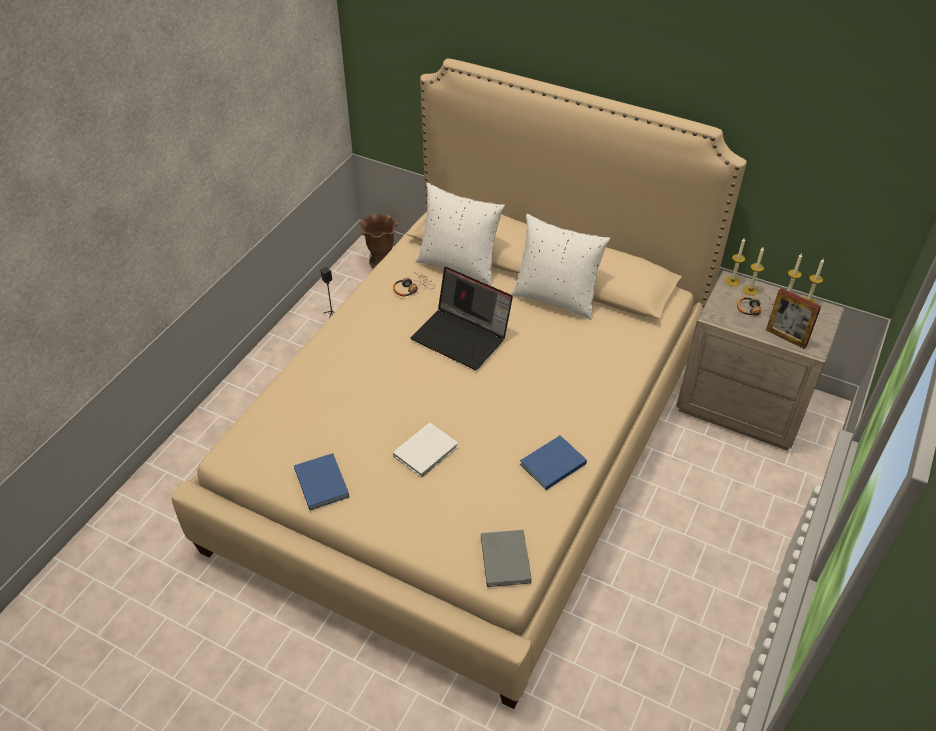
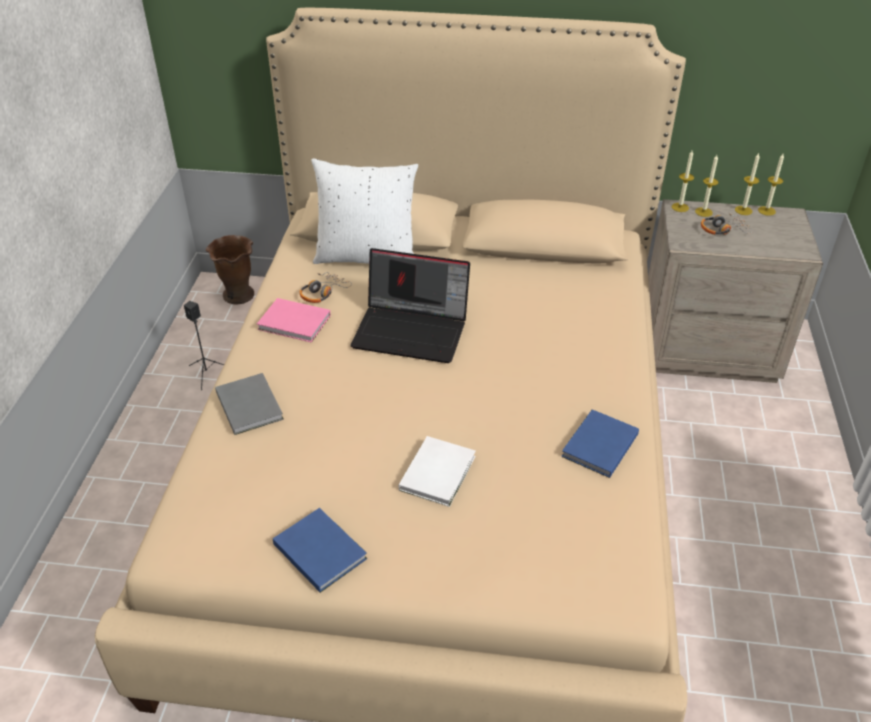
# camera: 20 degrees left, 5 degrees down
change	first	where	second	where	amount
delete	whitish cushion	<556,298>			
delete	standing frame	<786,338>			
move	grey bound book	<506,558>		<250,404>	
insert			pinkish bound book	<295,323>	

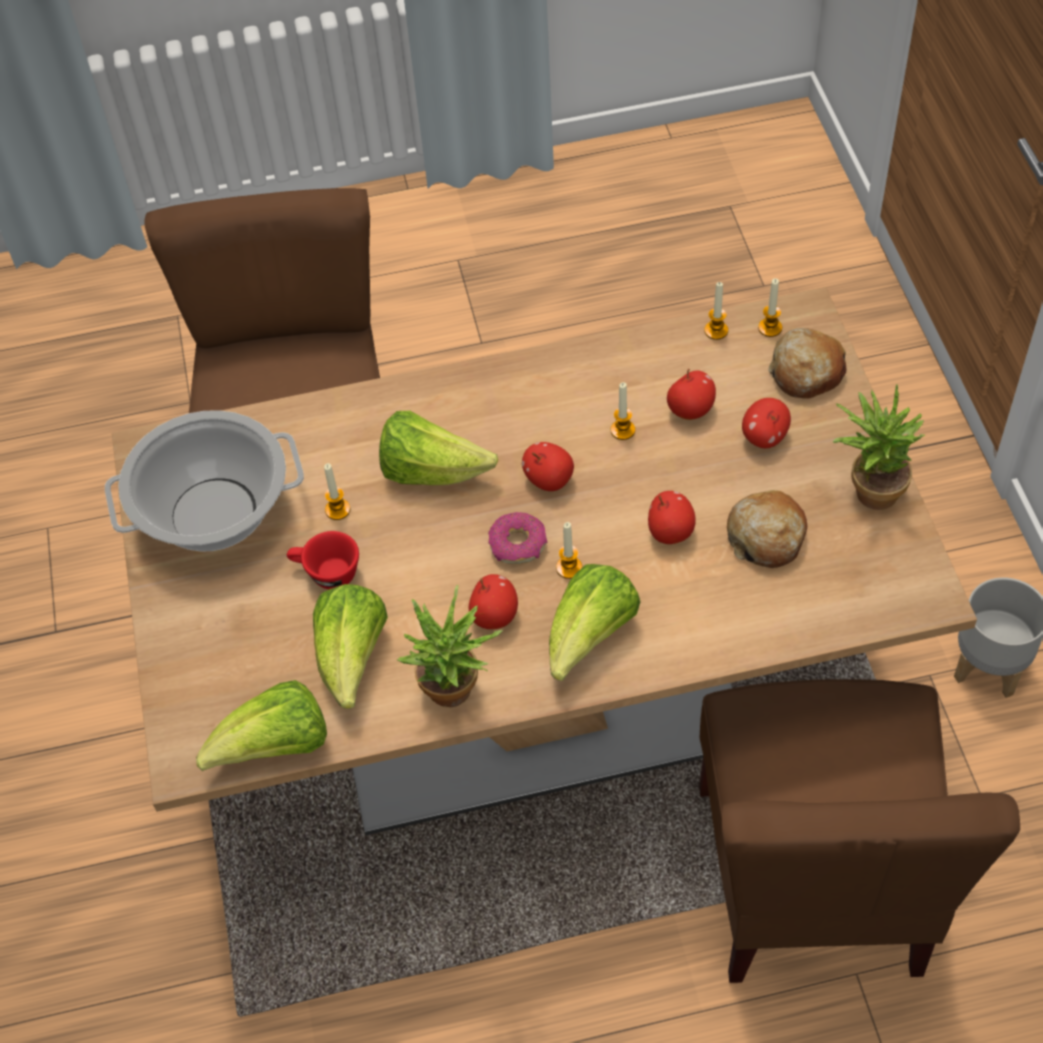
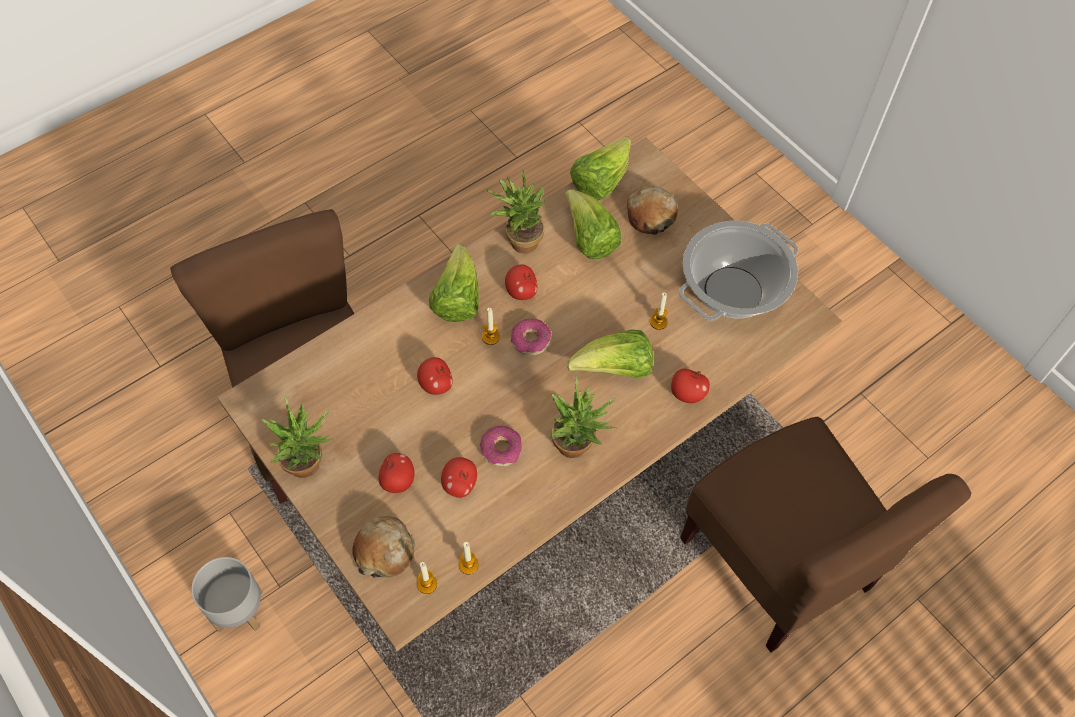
# camera: 150 degrees right, 5 degrees up
change	first	where	second	where	amount
replace	candle	<622,430>	donut	<501,449>	
move	apple fruit	<549,480>		<687,394>	
move	bread	<766,537>		<650,215>	
delete	reddish cup	<326,574>			
insert			plant in a pot	<578,447>	

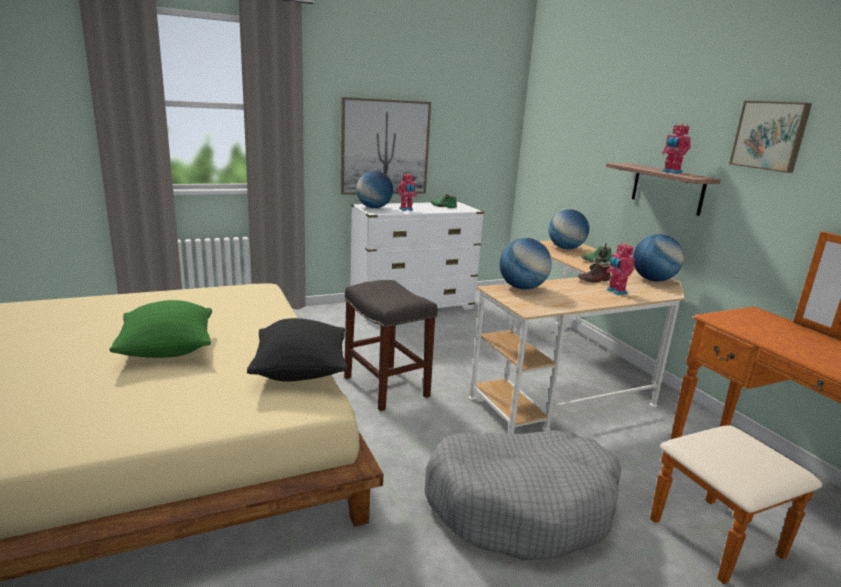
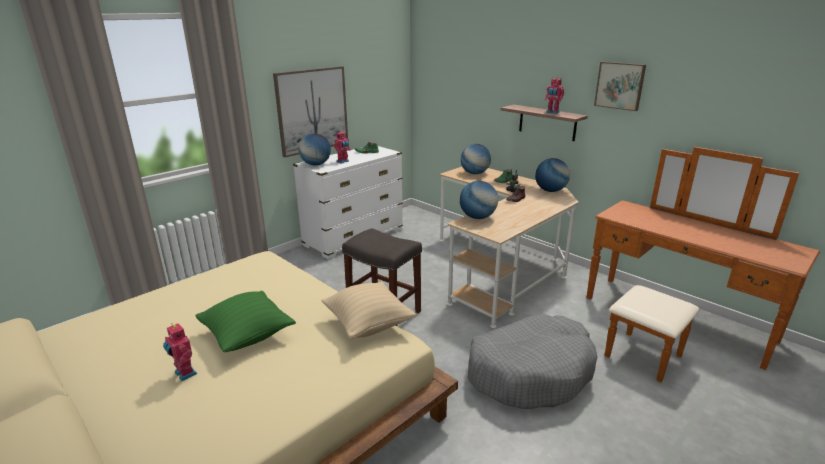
# camera: 20 degrees left, 5 degrees up
change	first	where	second	where	amount
move	toy robot	<615,292>		<184,374>	
recolor	black cushion	<300,372>	beige-coloured cushion	<368,325>	

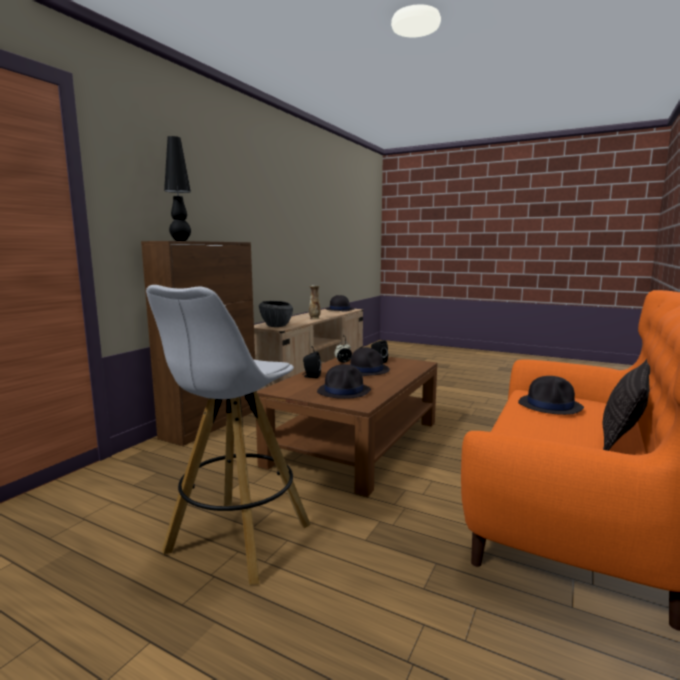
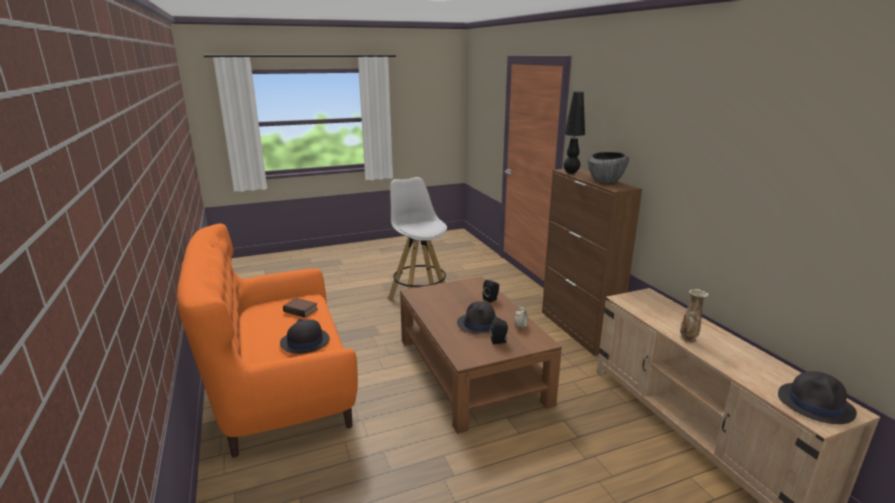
# camera: 130 degrees right, 10 degrees up
change	first	where	second	where	amount
move	serving bowl	<276,326>		<605,182>	
delete	cushion	<622,433>			
delete	black hat	<344,391>			
insert			bound book	<301,310>	

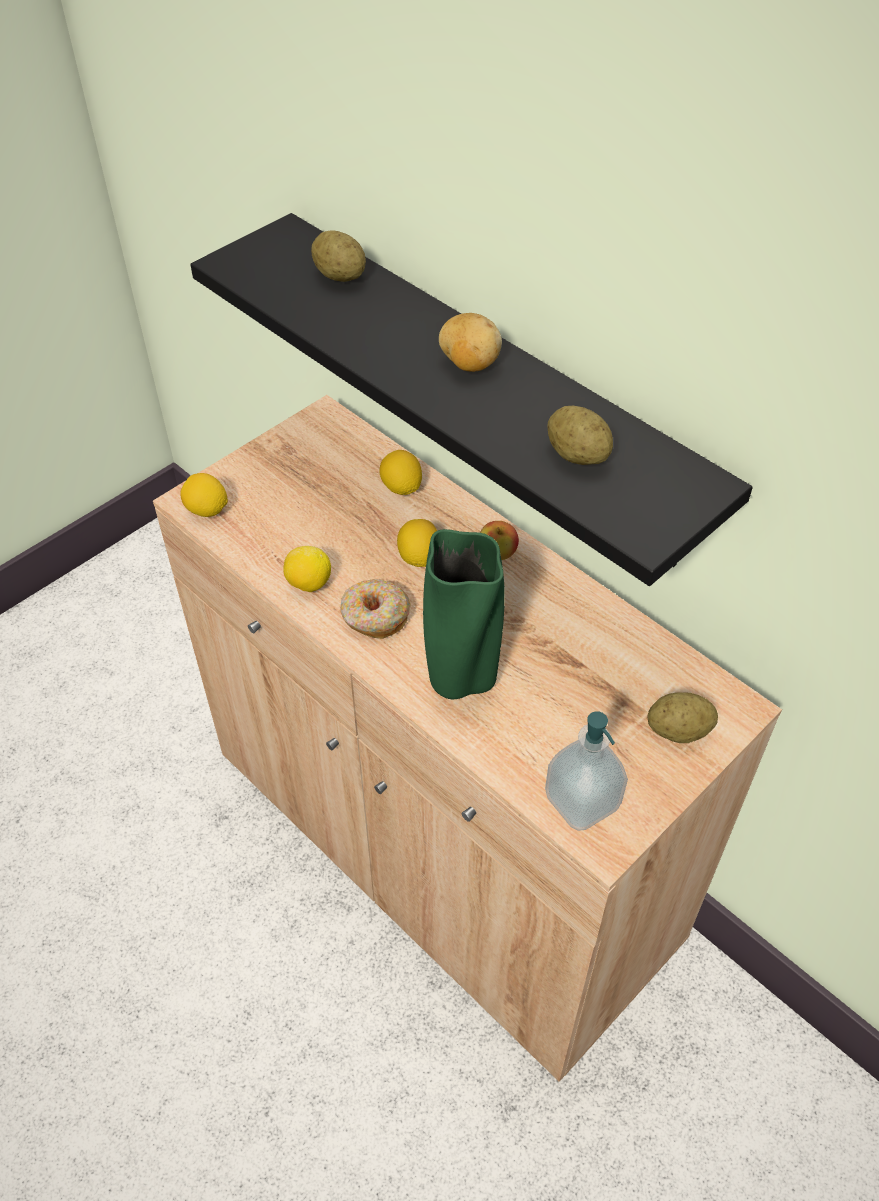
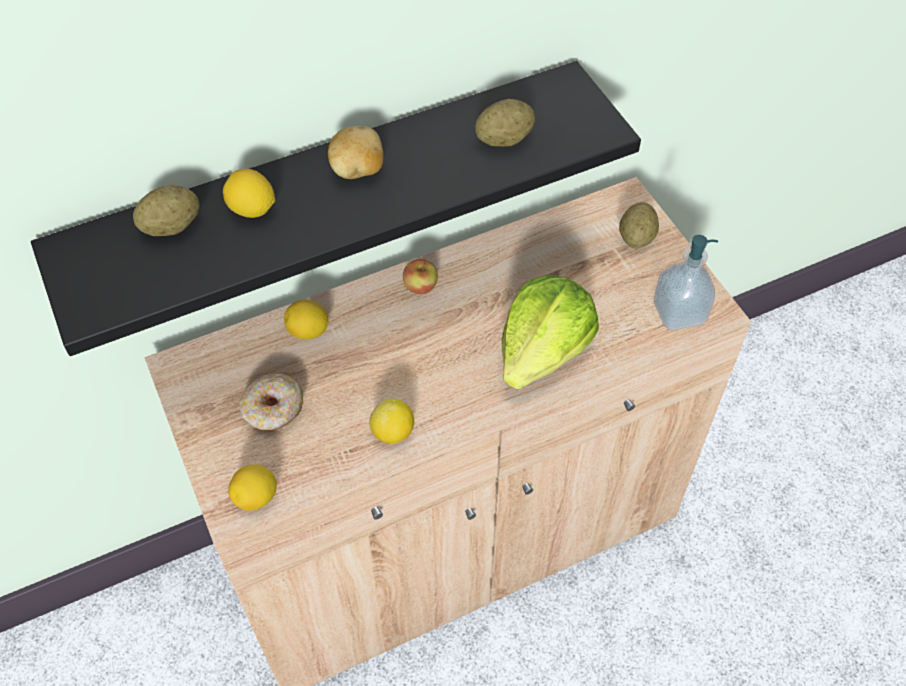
# camera: 70 degrees left, 5 degrees up
change	first	where	second	where	amount
move	whole lemon	<419,557>		<252,210>	
replace	green decorative vase	<461,680>	lettuce	<543,351>	
move	donut	<374,616>		<273,409>	

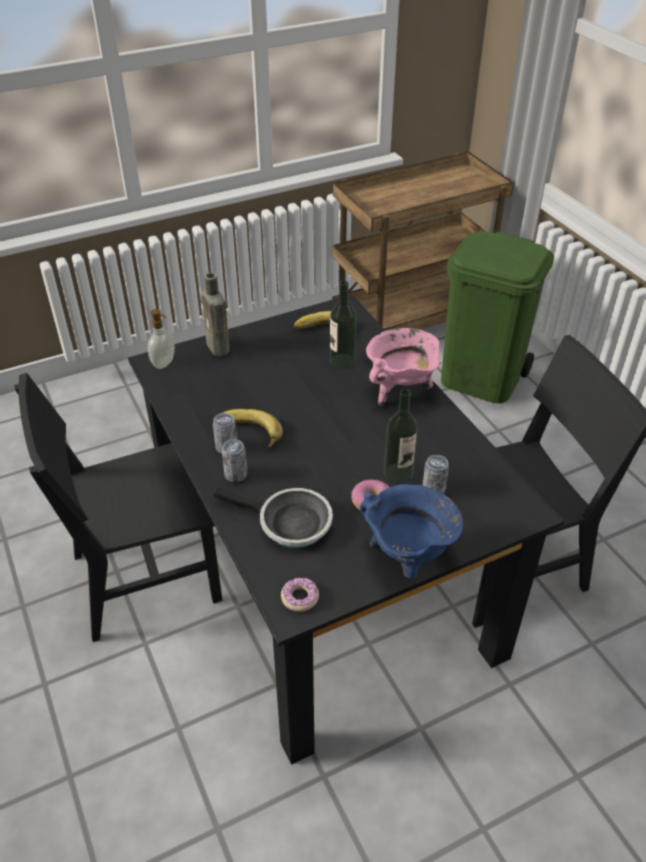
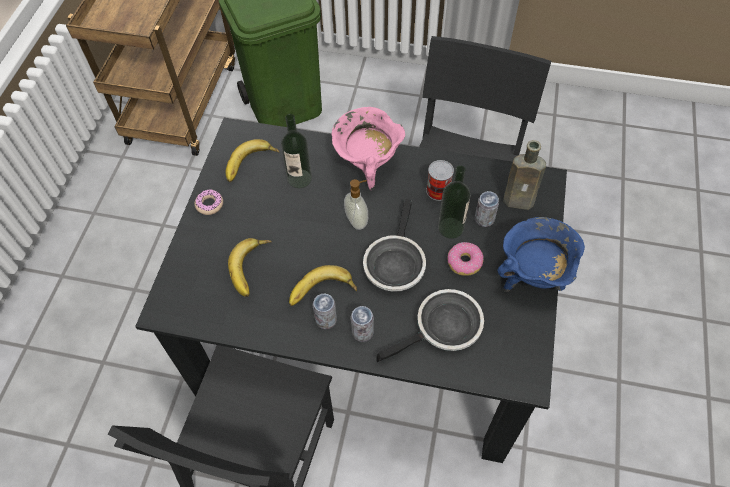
# camera: 50 degrees left, 15 degrees up
change	first	where	second	where	amount
move	brownish bottle	<219,349>		<520,201>	
move	soap bottle	<164,363>		<357,221>	
move	donut	<300,597>		<209,204>	
insert			sealed can	<438,190>	
insert			skillet	<394,263>	
insert			banana	<253,269>	

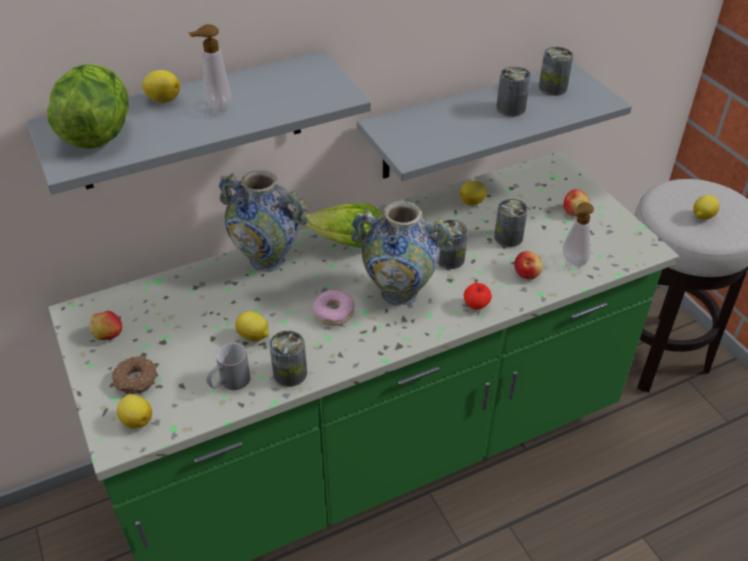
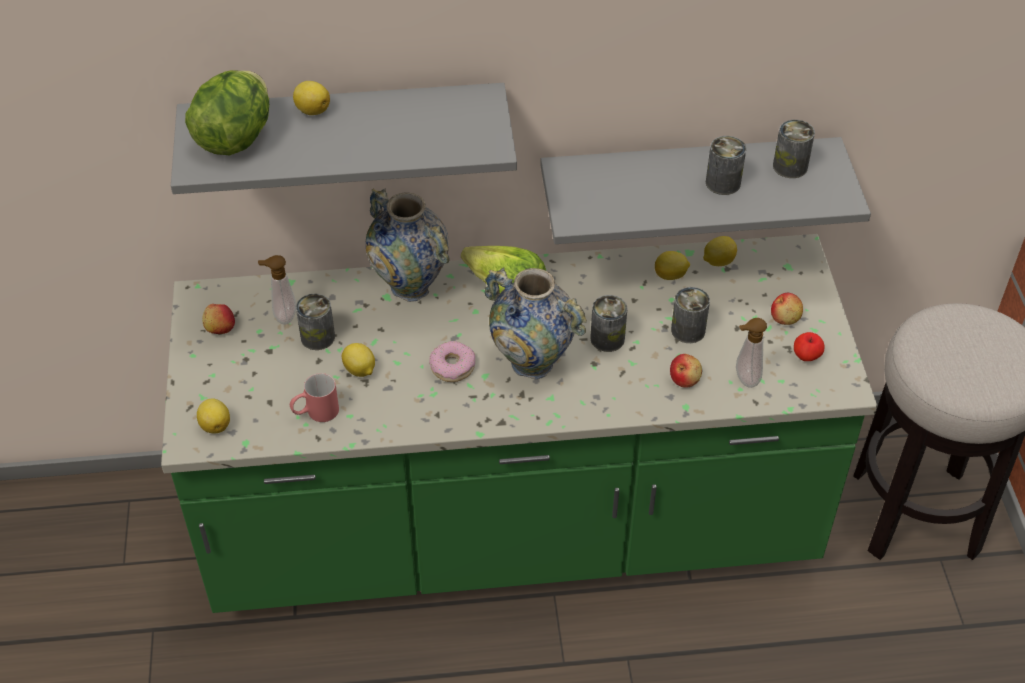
# camera: 20 degrees right, 5 degrees up
change	first	where	second	where	amount
move	soap bottle	<216,108>		<283,316>	
move	whole lemon	<702,216>		<718,261>	
move	apple fruit	<476,305>		<806,356>	
move	sealed can	<290,373>		<318,337>	
recolor	grey tea mug	<229,383>	reddish tea mug	<315,413>	
delete	donut	<136,381>			

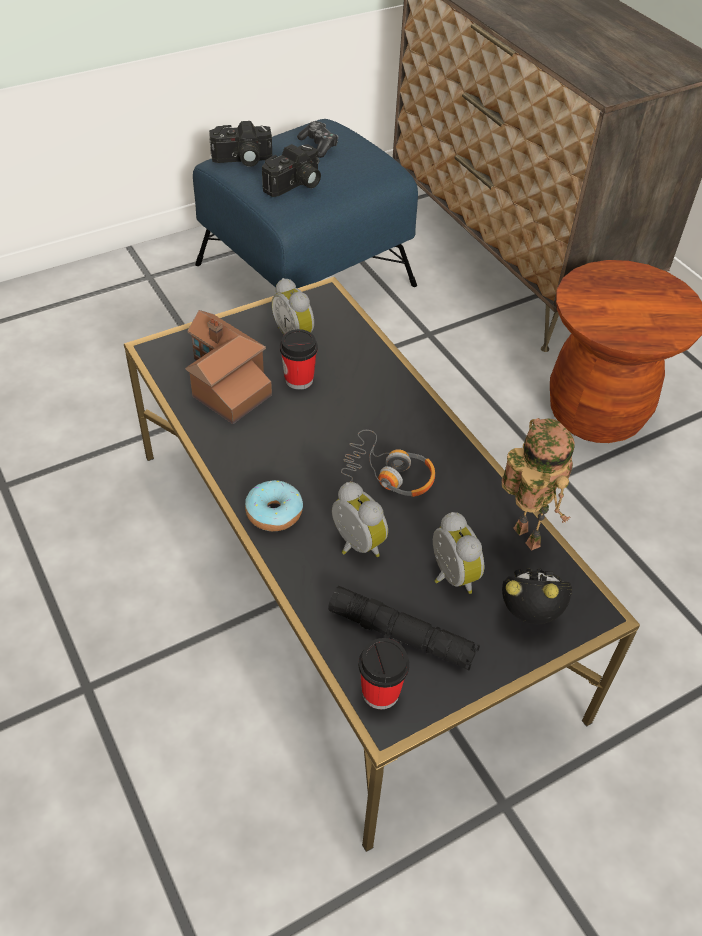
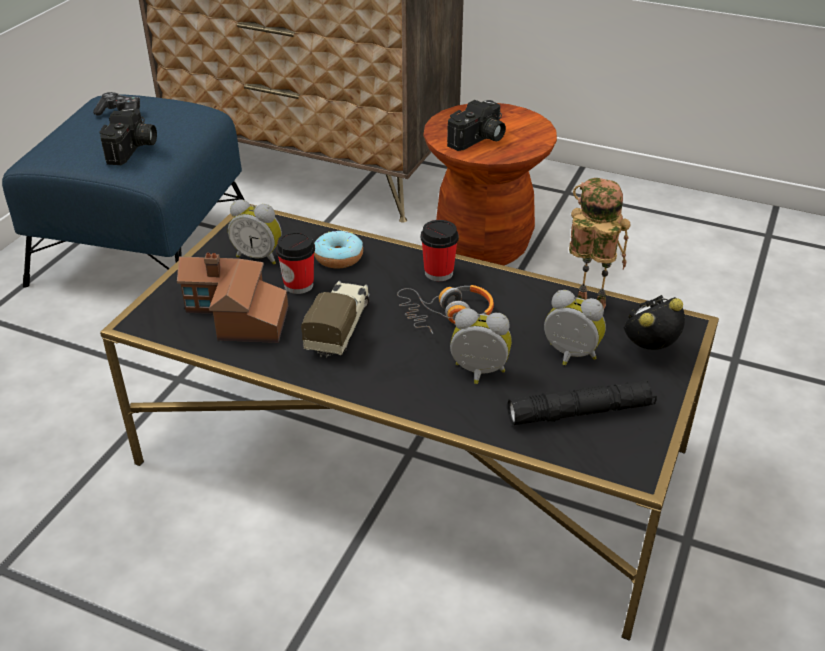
# camera: 35 degrees left, 10 degrees down
change	first	where	second	where	amount
move	still camera	<242,160>		<478,140>	
move	donut	<274,513>		<338,257>	
move	cup	<380,692>		<438,273>	
insert			toy truck	<339,327>	

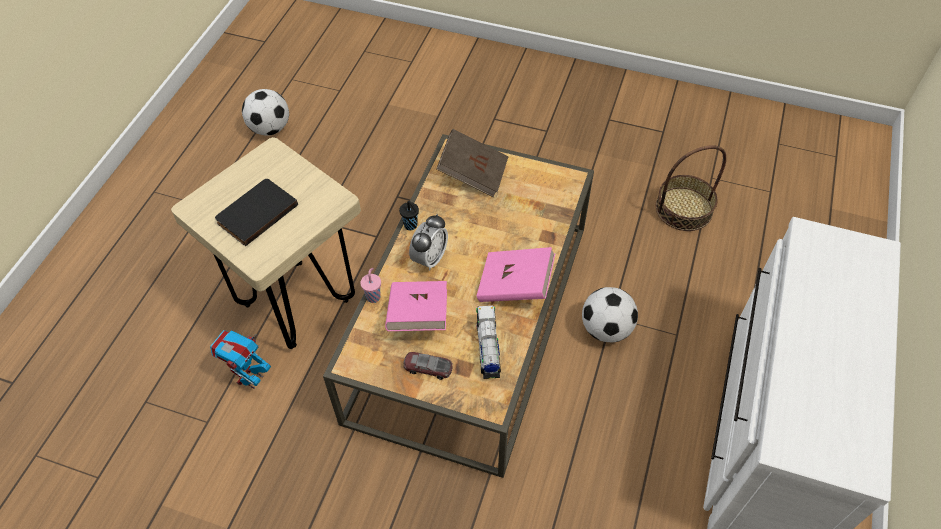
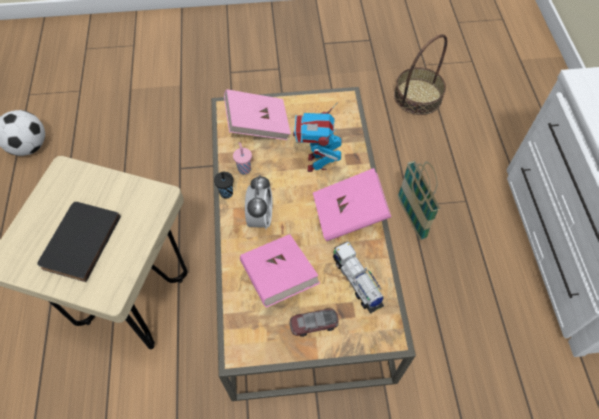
# camera: 25 degrees left, 5 degrees up
change	first	where	second	where	amount
recolor	brownish bound book	<473,174>	pinkish bound book	<258,125>	
move	pinkish cup	<373,296>		<244,168>	
replace	ball for football	<606,329>	household basket	<411,217>	
move	toy robot	<250,378>		<316,163>	

